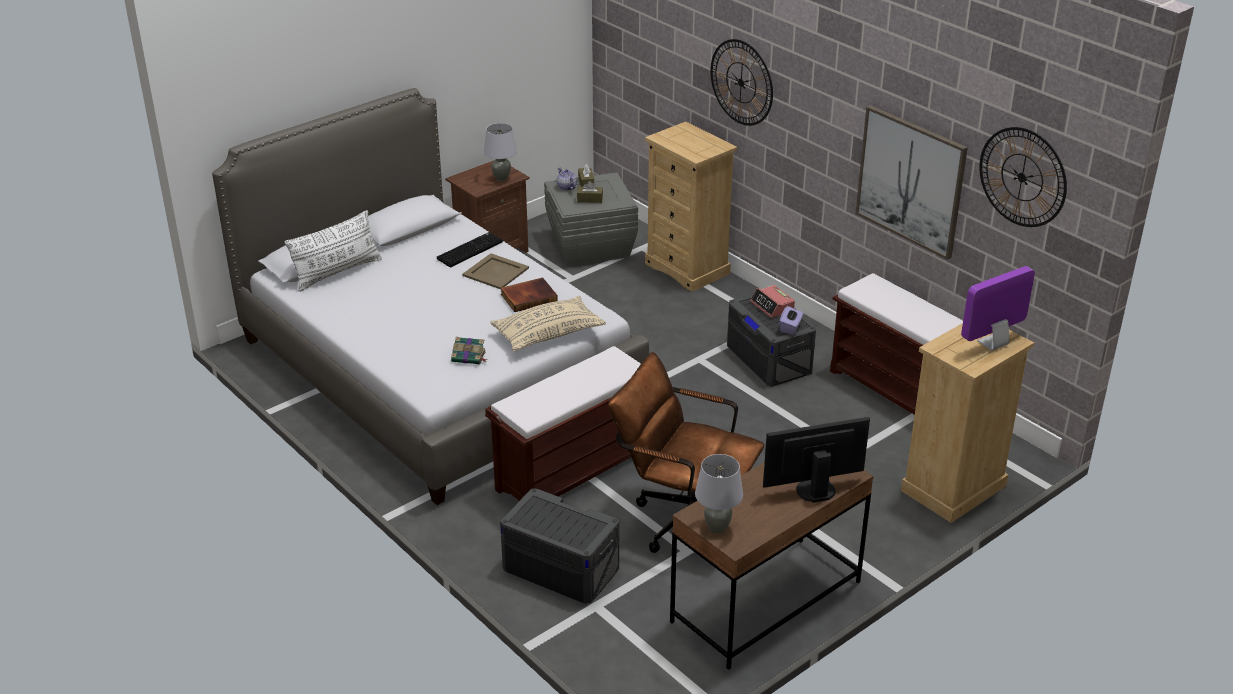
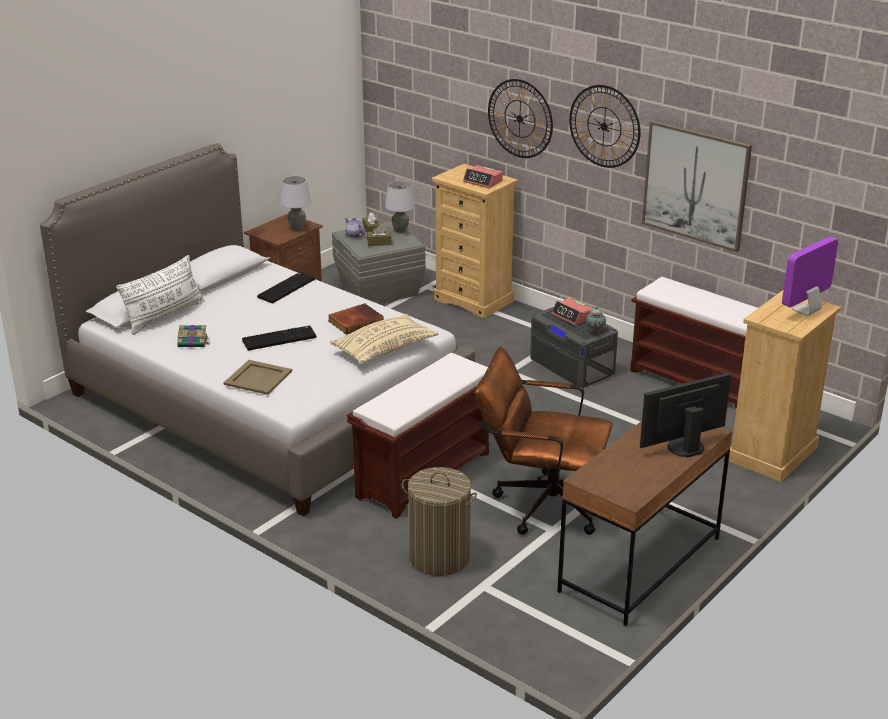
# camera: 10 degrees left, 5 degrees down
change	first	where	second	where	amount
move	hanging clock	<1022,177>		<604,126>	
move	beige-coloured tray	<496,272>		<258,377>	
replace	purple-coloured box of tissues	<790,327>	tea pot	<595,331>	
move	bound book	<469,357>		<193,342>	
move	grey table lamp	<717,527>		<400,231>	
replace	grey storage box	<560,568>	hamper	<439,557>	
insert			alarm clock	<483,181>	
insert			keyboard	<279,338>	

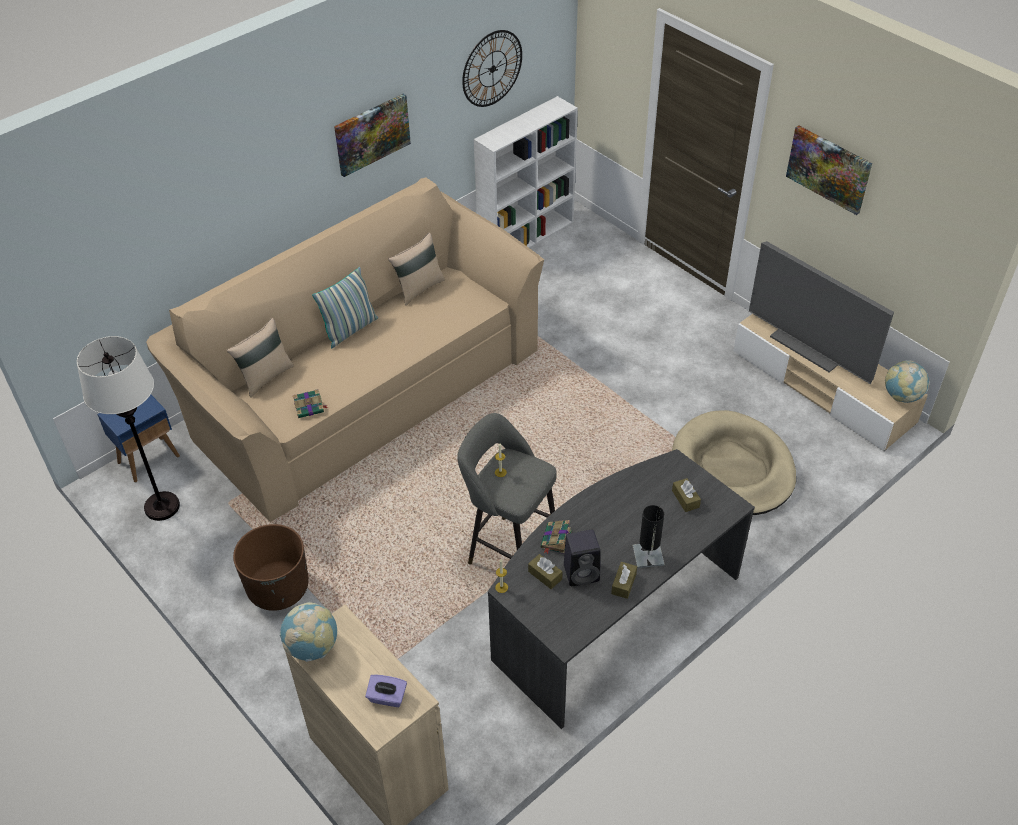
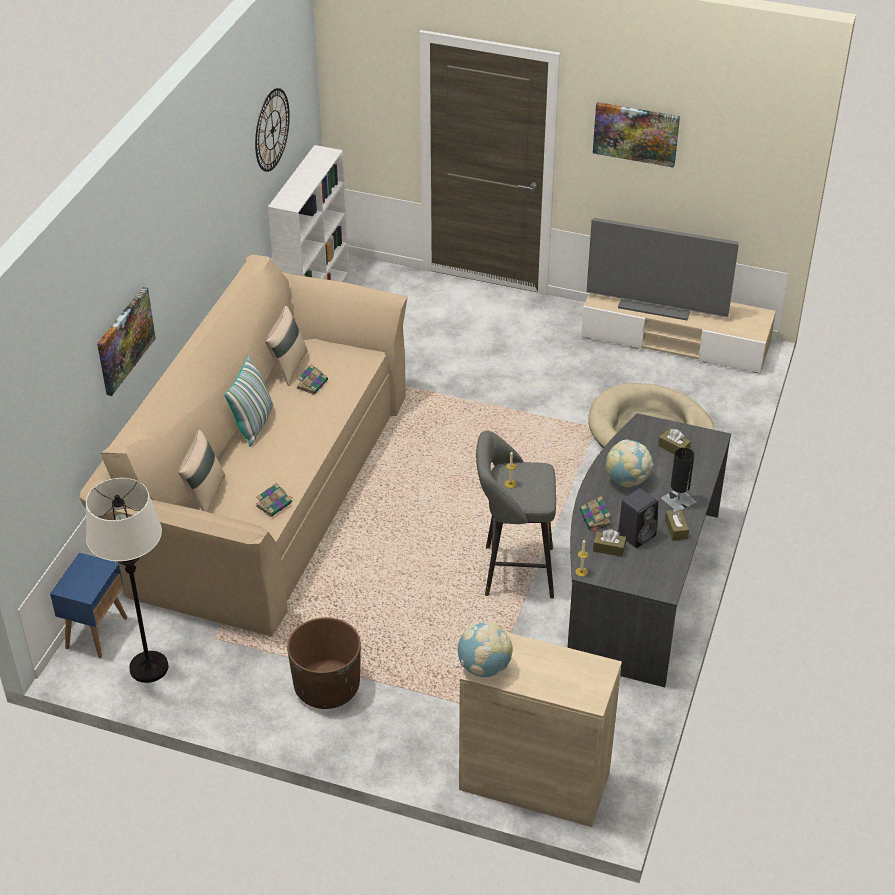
# camera: 30 degrees left, 5 degrees down
change	first	where	second	where	amount
move	picture	<372,134>		<124,340>	
move	desk globe	<902,396>		<627,480>	
delete	purple-coloured box of tissues	<387,697>			
insert			bound book	<312,384>	

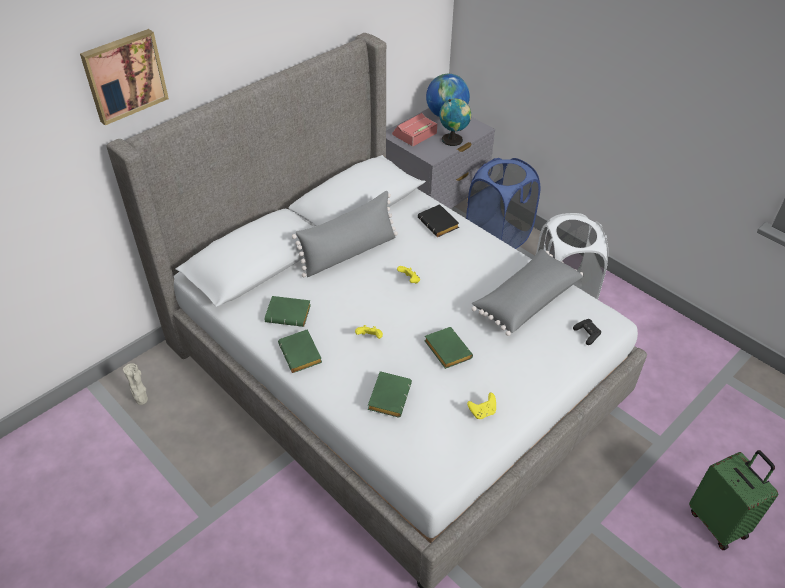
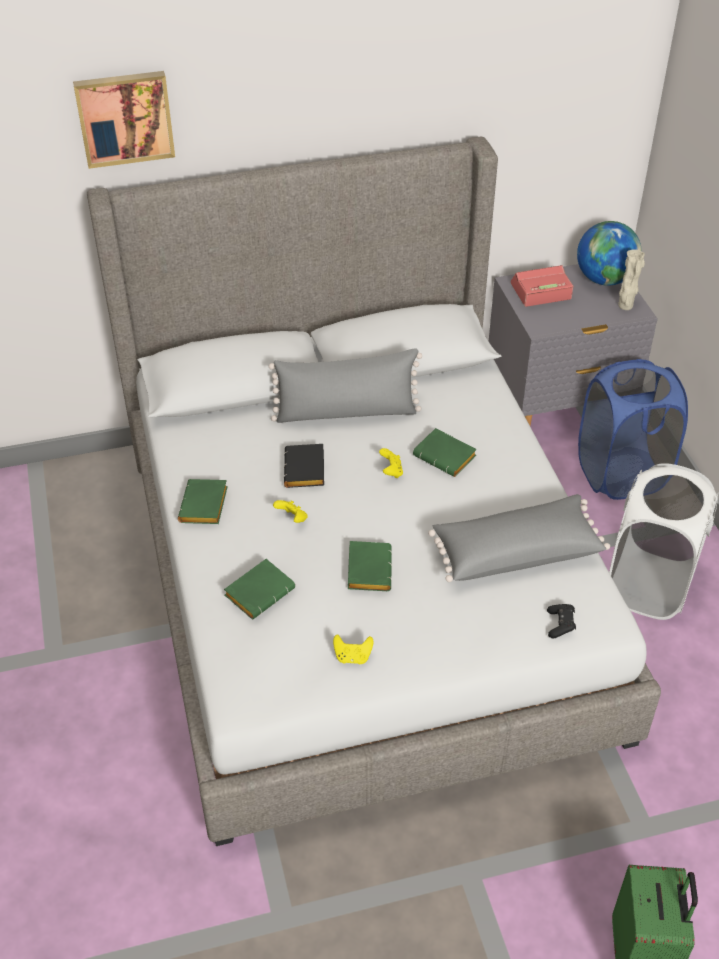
# camera: 30 degrees right, 0 degrees up
change	first	where	second	where	amount
delete	desk globe	<453,140>			
move	black bound book	<439,224>		<306,471>	
move	green bound book	<289,314>		<446,457>	
move	beige-coloured decorative vase	<142,401>		<625,306>	

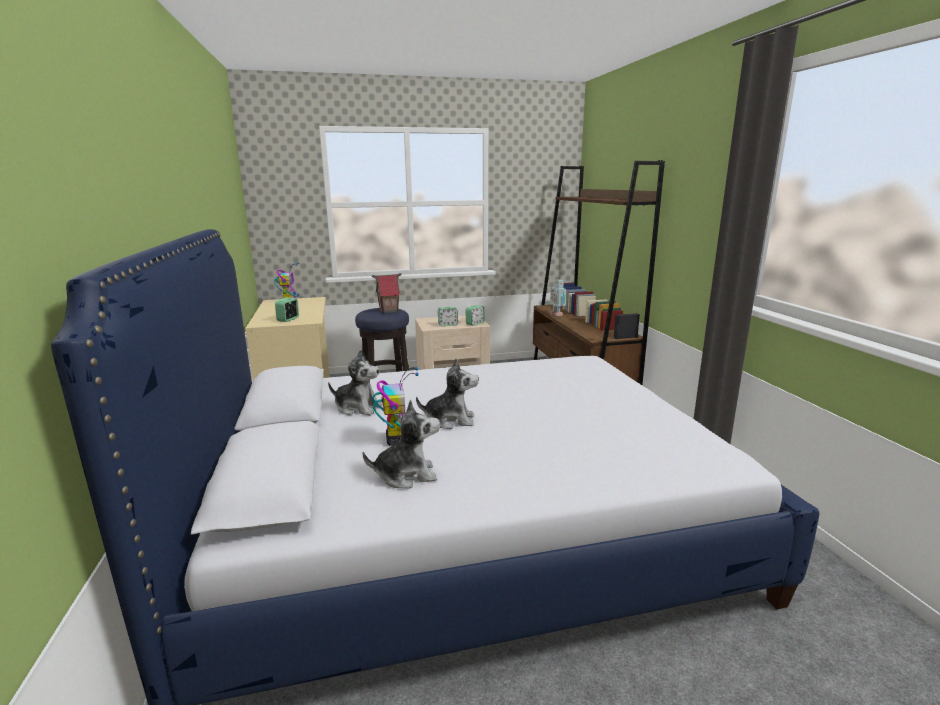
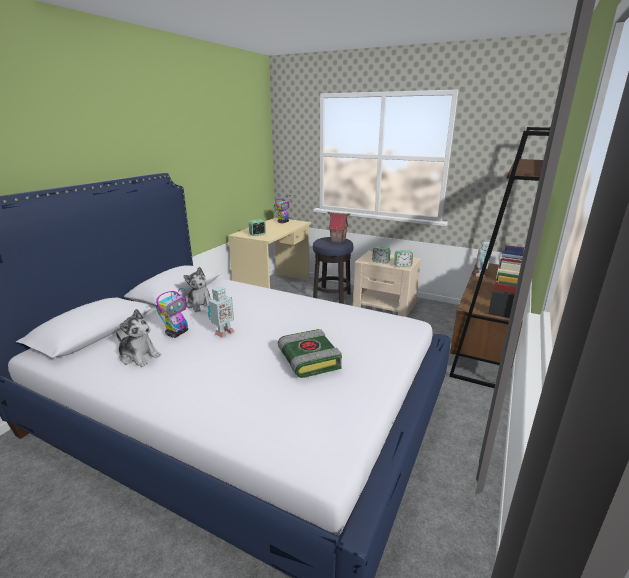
# camera: 40 degrees right, 5 degrees up
change	first	where	second	where	amount
replace	plush toy	<450,420>	toy robot	<223,333>	
insert			bound book	<308,359>	

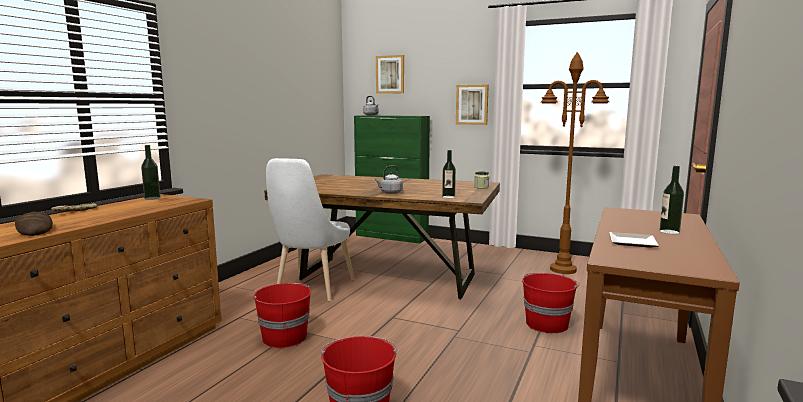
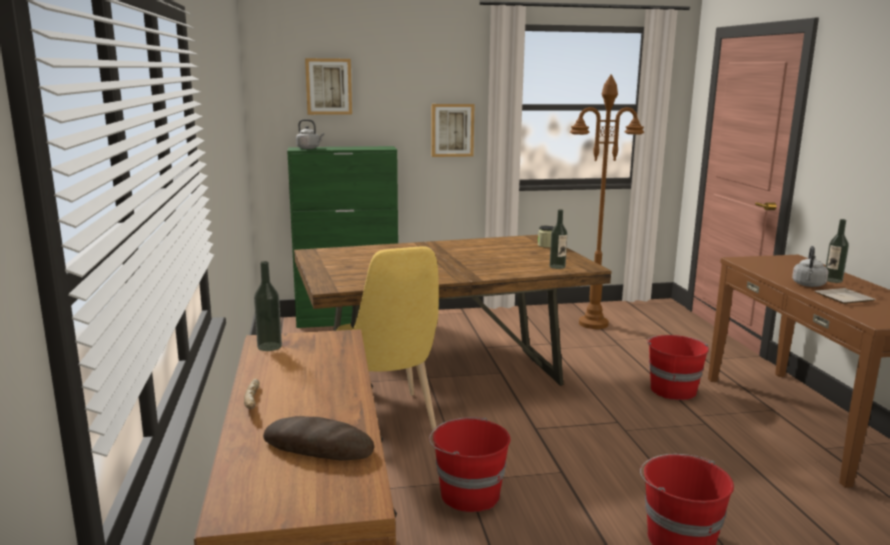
# camera: 35 degrees left, 5 degrees up
change	first	where	second	where	amount
recolor	whitish upright chair	<312,290>	yellowish upright chair	<386,423>	
move	grey tea kettle	<390,193>		<808,285>	

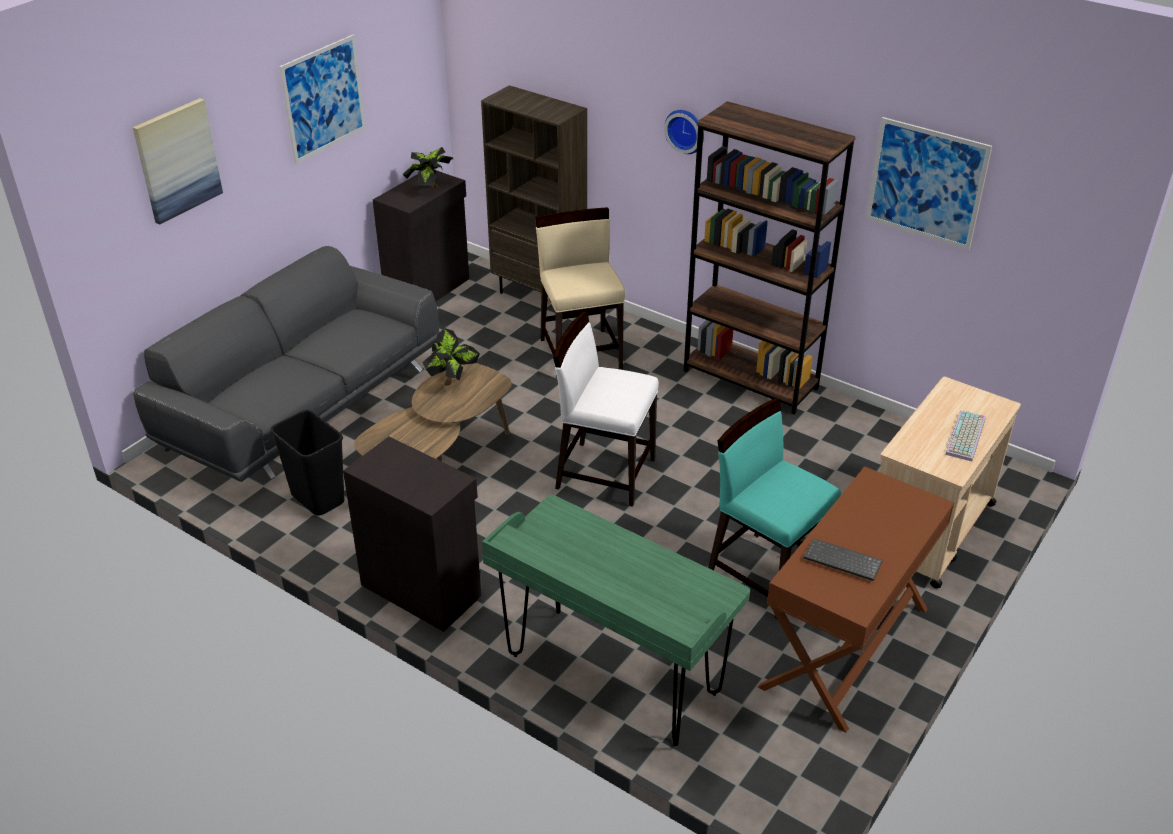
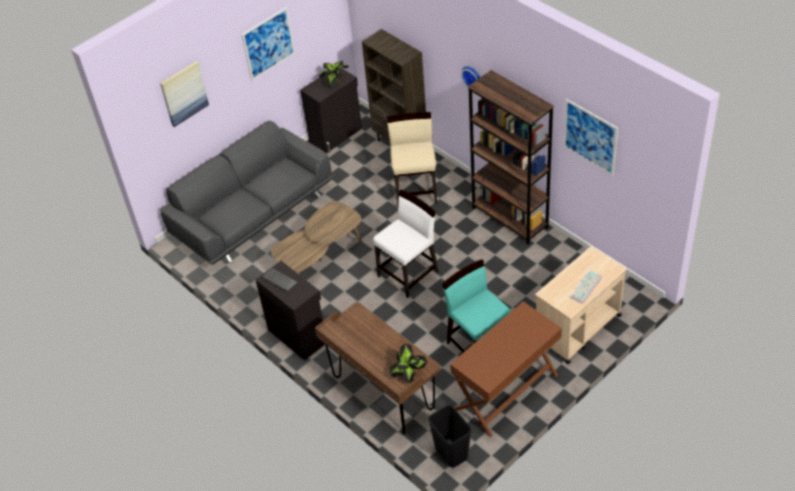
# camera: 15 degrees right, 10 degrees up
change	first	where	second	where	amount
rotate	whitish upright chair	<605,473>		<409,274>	105 degrees clockwise
move	plant in a pot	<452,380>		<409,375>	
move	black rubbish bin	<317,499>		<450,453>	
recolor	green desk	<612,675>	brownish desk	<383,394>	
move	keyboard	<841,562>		<279,280>	

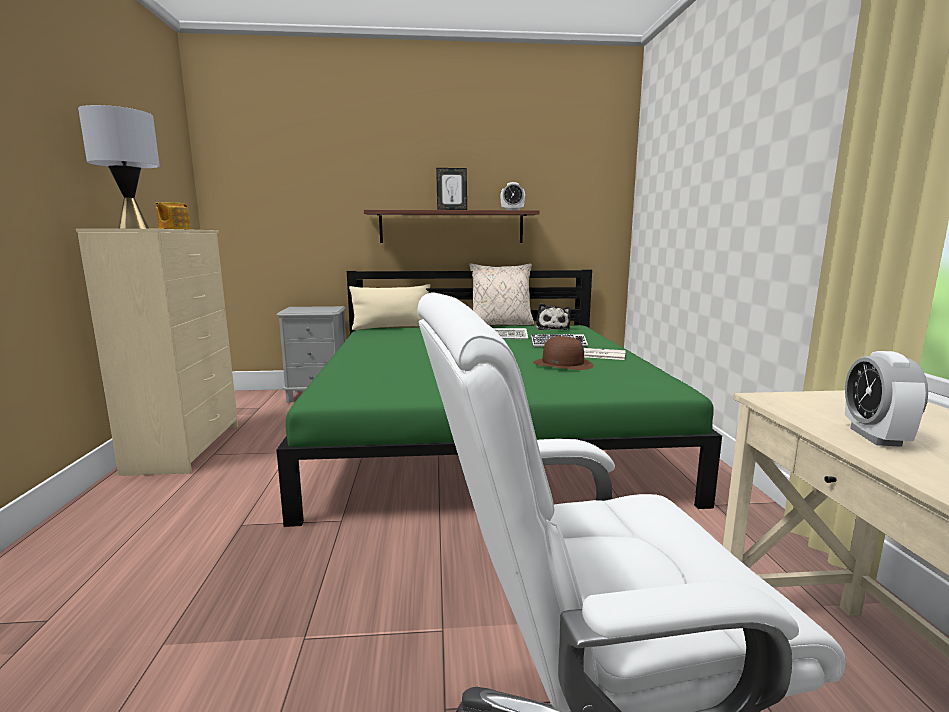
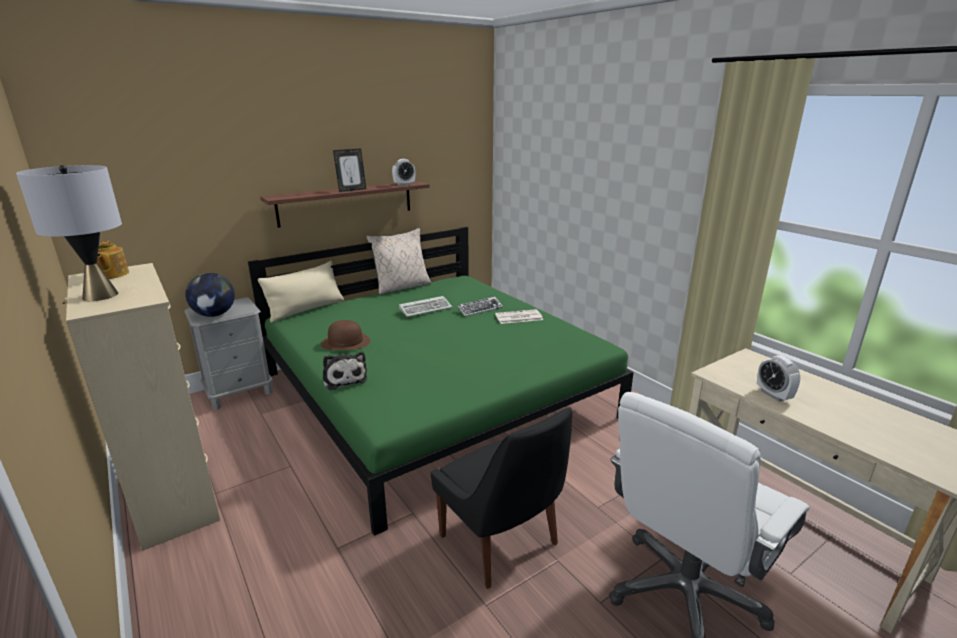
# camera: 30 degrees left, 10 degrees up
change	first	where	second	where	amount
move	plush toy	<552,328>		<344,378>	
move	brownish hat	<563,364>		<346,342>	
insert			desk globe	<214,315>	
insert			black upright chair	<501,543>	

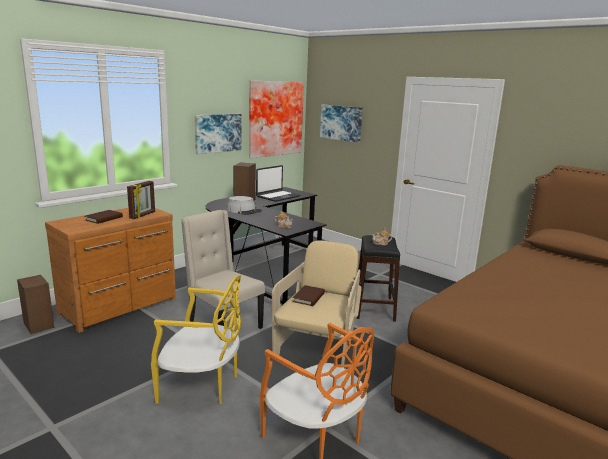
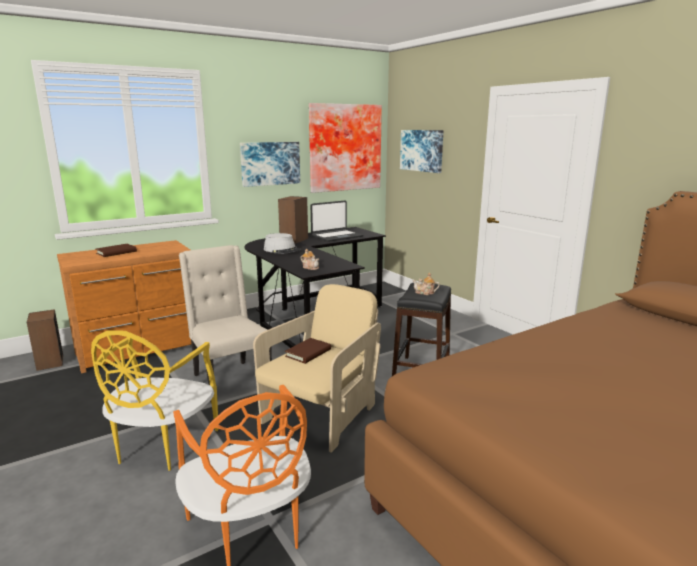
# camera: 15 degrees right, 0 degrees up
change	first	where	second	where	amount
delete	standing frame	<143,215>			
rotate	yellowish upright chair	<201,385>		<162,445>	75 degrees clockwise

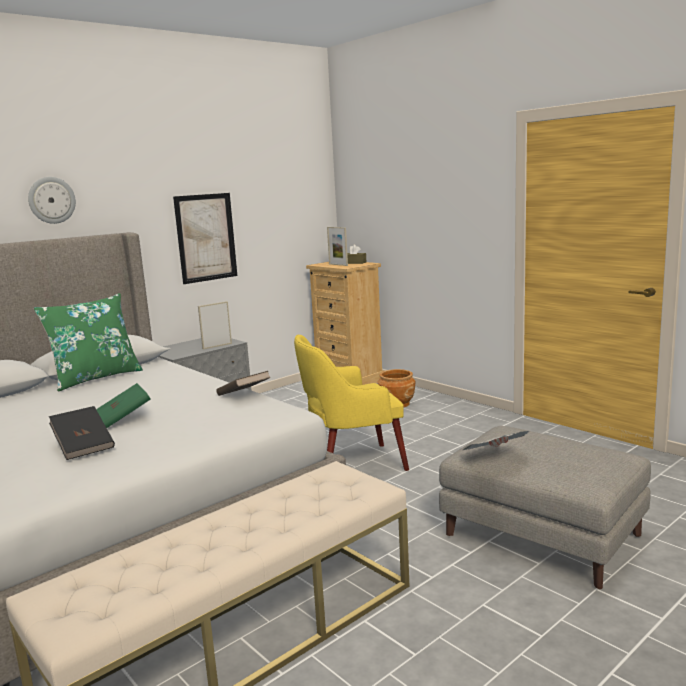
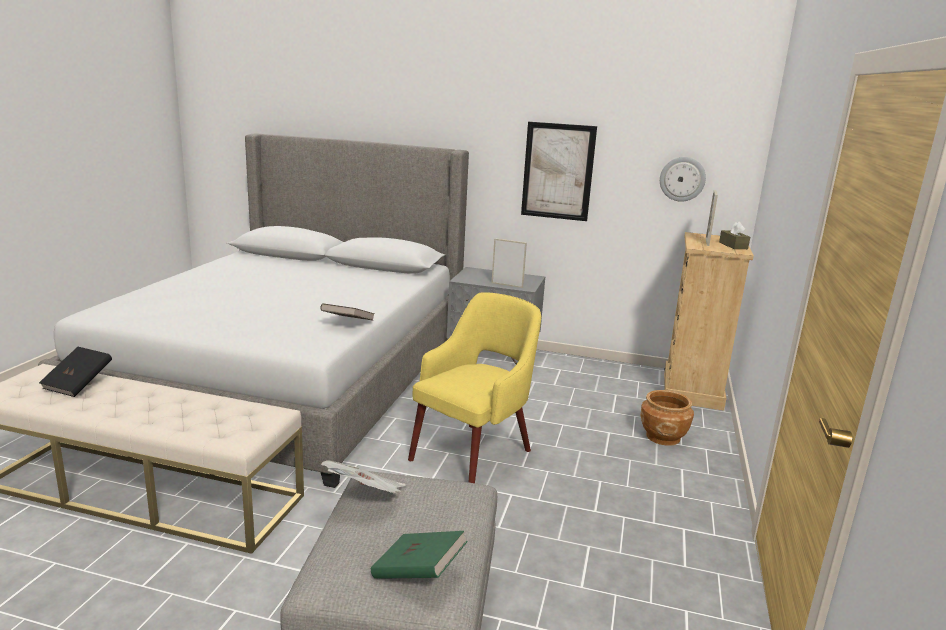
# camera: 55 degrees right, 5 degrees up
change	first	where	second	where	amount
move	hanging clock	<51,200>		<682,179>	
delete	green cushion	<96,378>			
rotate	yellowish easy chair	<351,465>		<474,453>	90 degrees clockwise
move	green bound book	<123,419>		<418,573>	
move	black bound book	<84,446>		<78,384>	

